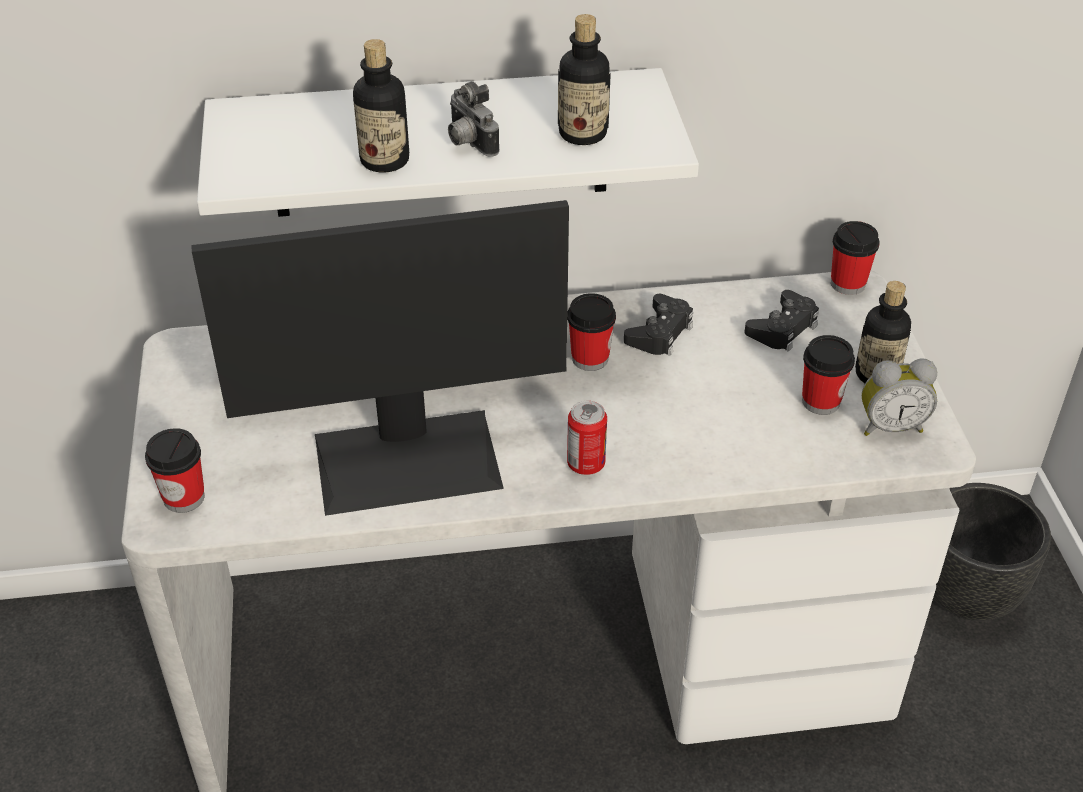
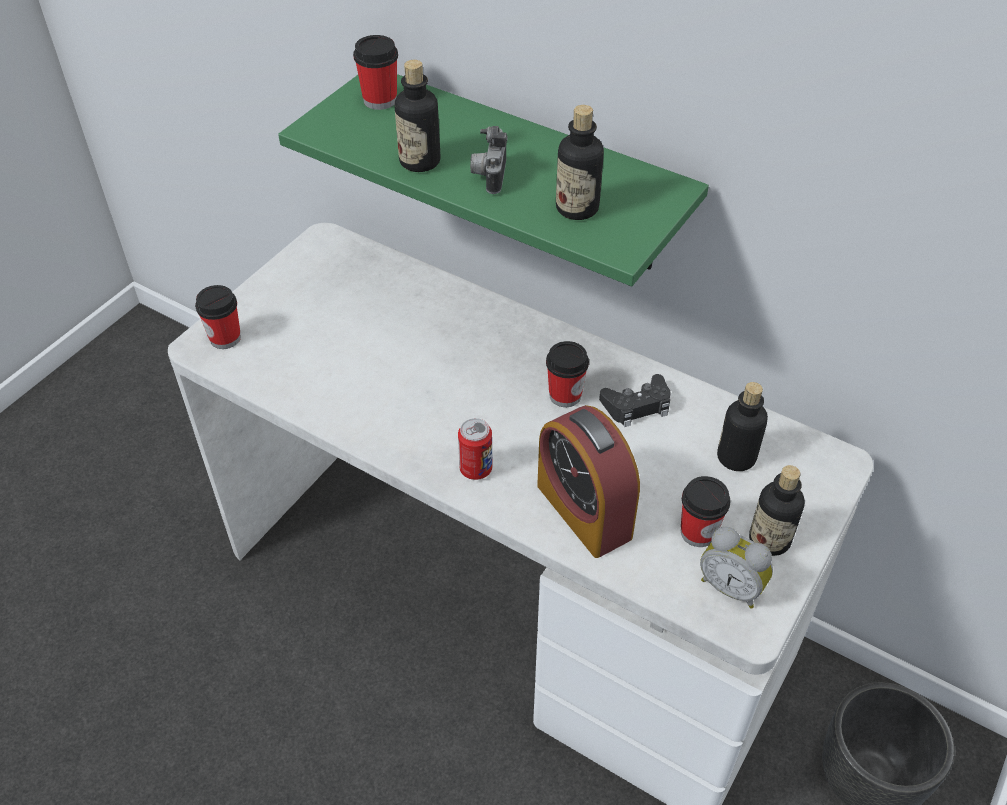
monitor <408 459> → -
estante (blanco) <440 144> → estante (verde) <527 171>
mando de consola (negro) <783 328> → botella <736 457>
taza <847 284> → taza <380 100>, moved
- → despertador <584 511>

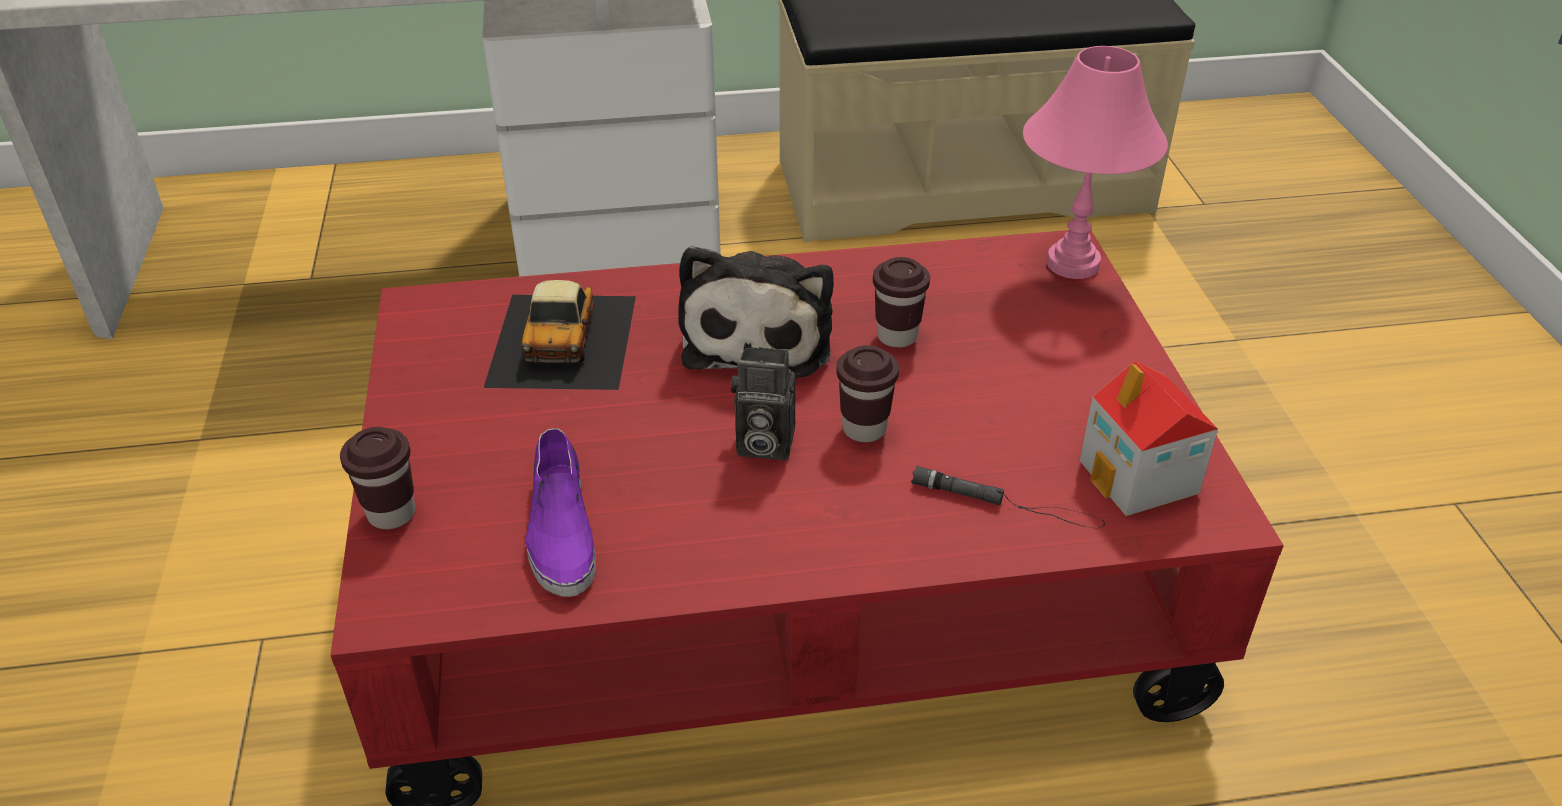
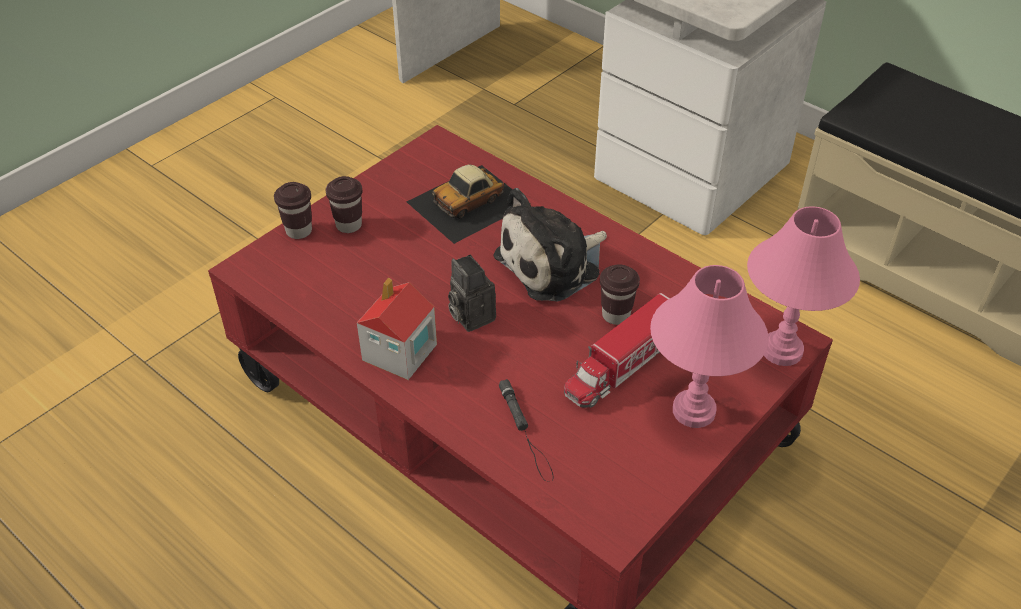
zapato (morado) <560 530> → -
taza (marrón) <864 429> → taza (marrón) <349 225>, moved
casita <1140 478> → casita <399 353>, moved
- → camión de juguete <623 364>
- → lámpara de mesa (rosa) <693 410>

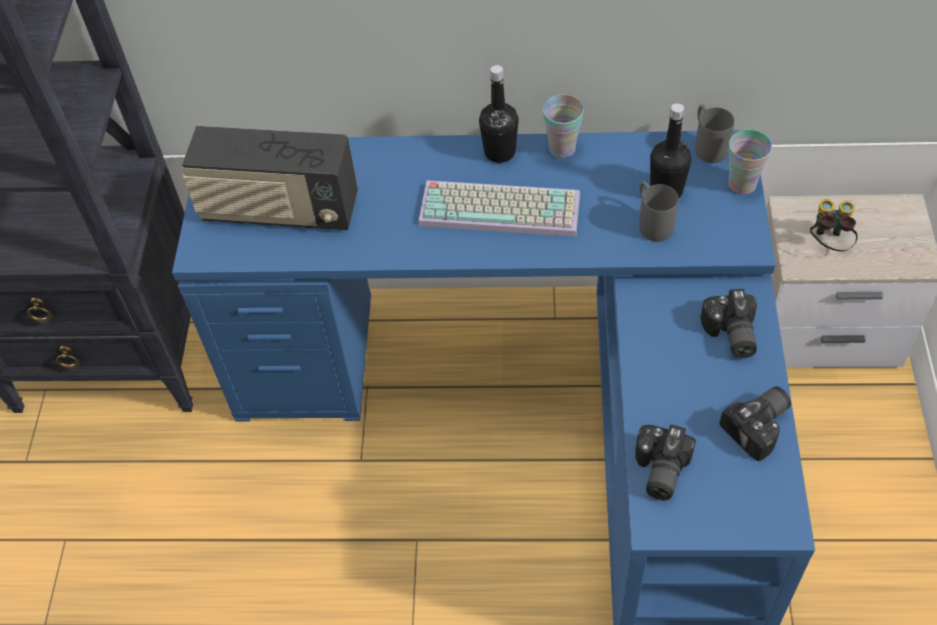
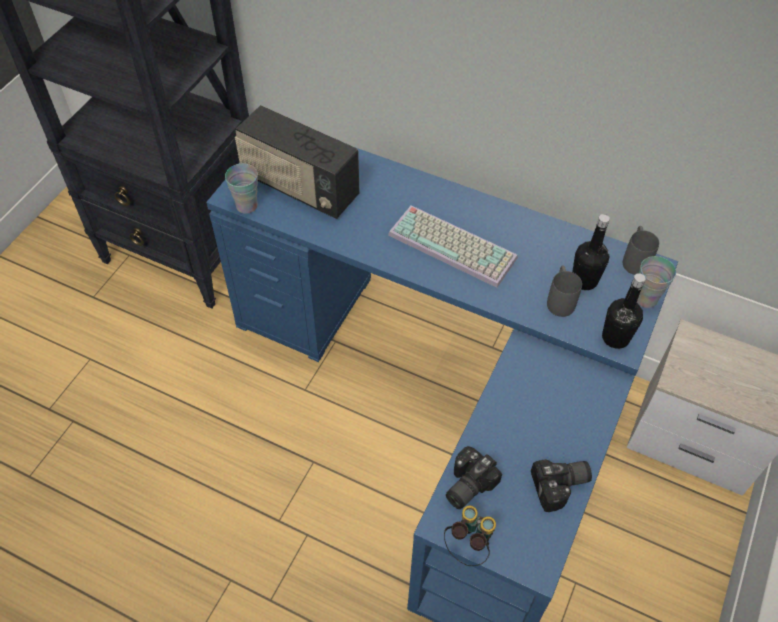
botella (negro) <499 152> → botella (negro) <615 337>, moved
taza <562 148> → taza <247 206>, moved
cámara <729 335> → -
prismáticos <828 243> → prismáticos <468 546>, moved

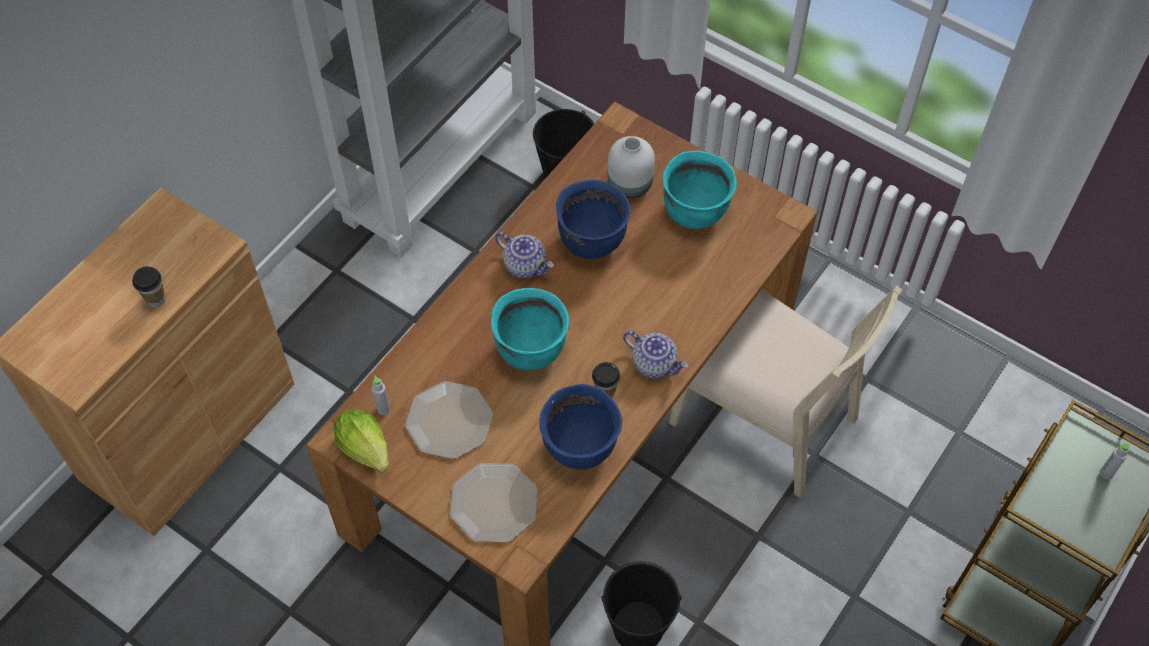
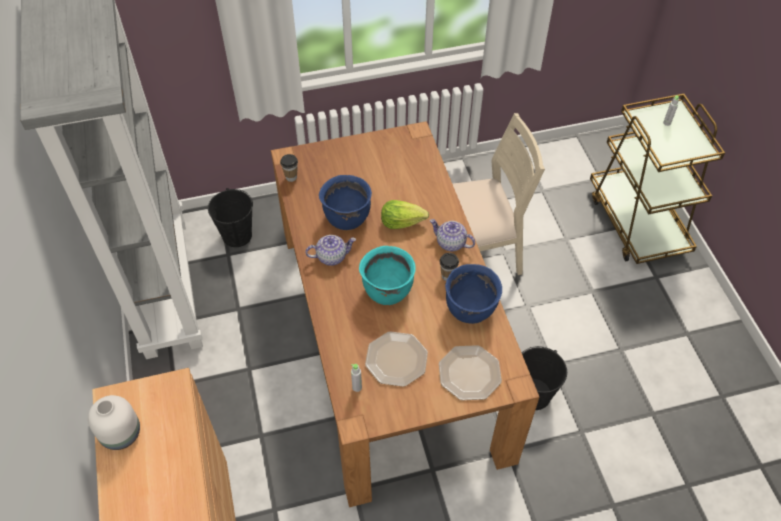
taza <156 299> → taza <291 177>, moved
lechuga <365 448> → lechuga <402 221>, moved
florero (blanco) <630 183> → florero (blanco) <121 432>, moved
tetera <655 363> → tetera <450 243>, 135 degrees counterclockwise
olla (turquesa) <695 211> → -

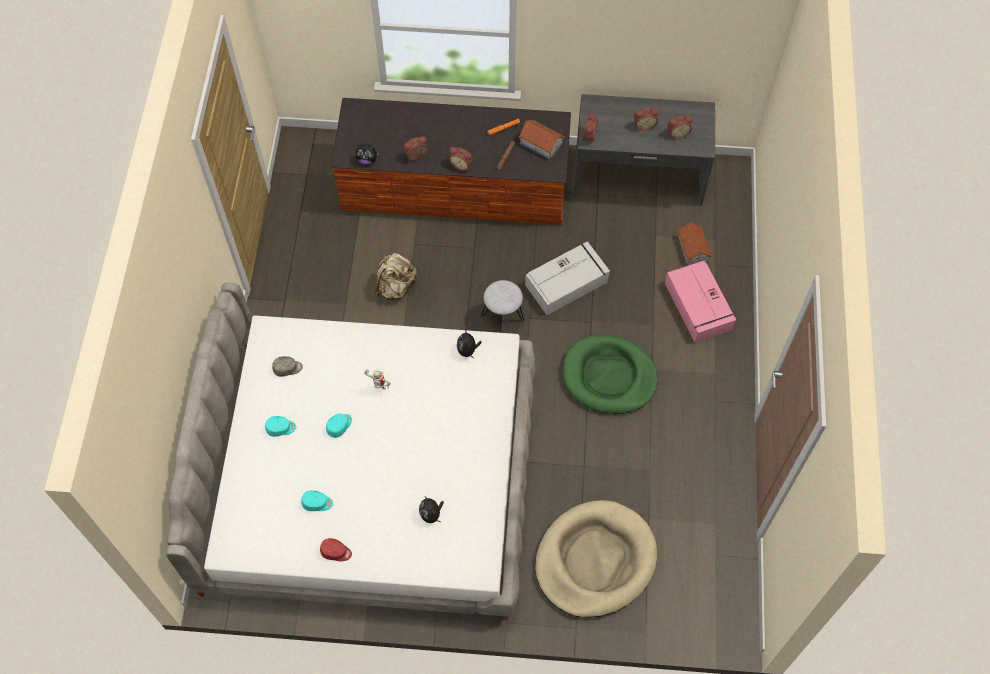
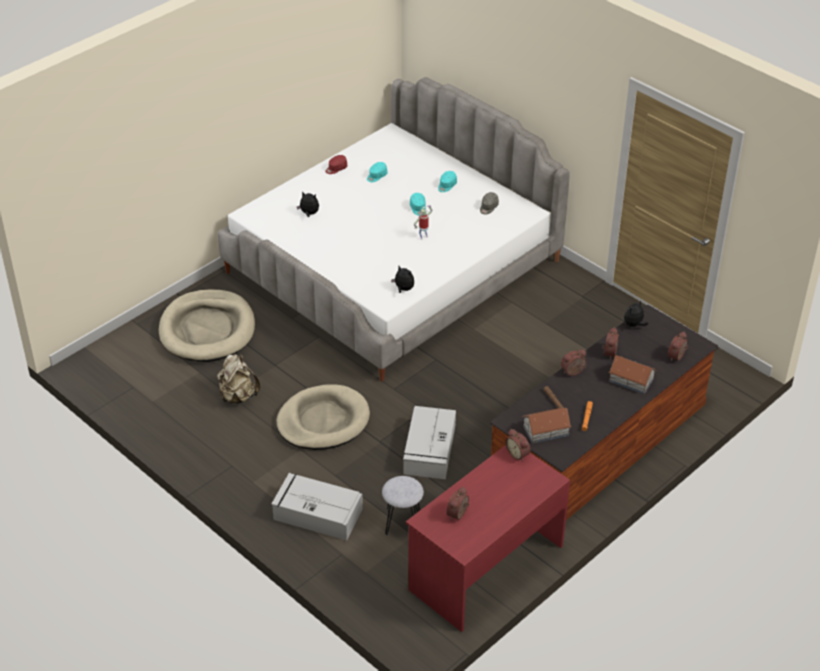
mochila (beis) <395 287> → mochila (beis) <238 396>, moved
taburete (gris) <502 319> → taburete (gris) <402 522>, moved
cama para perro (verde) <609 377> → cama para perro (beis) <323 421>
escritorio (gris) <638 177> → escritorio (rojo) <485 566>
despertador <644 124> → despertador <677 357>, moved
caja de almacenaje (rosa) <698 307> → caja de almacenaje (gris) <316 513>
casita <692 250> → casita <630 380>, moved

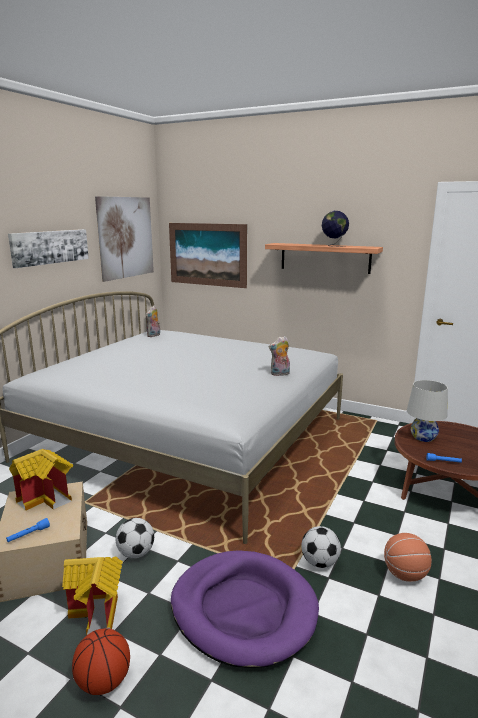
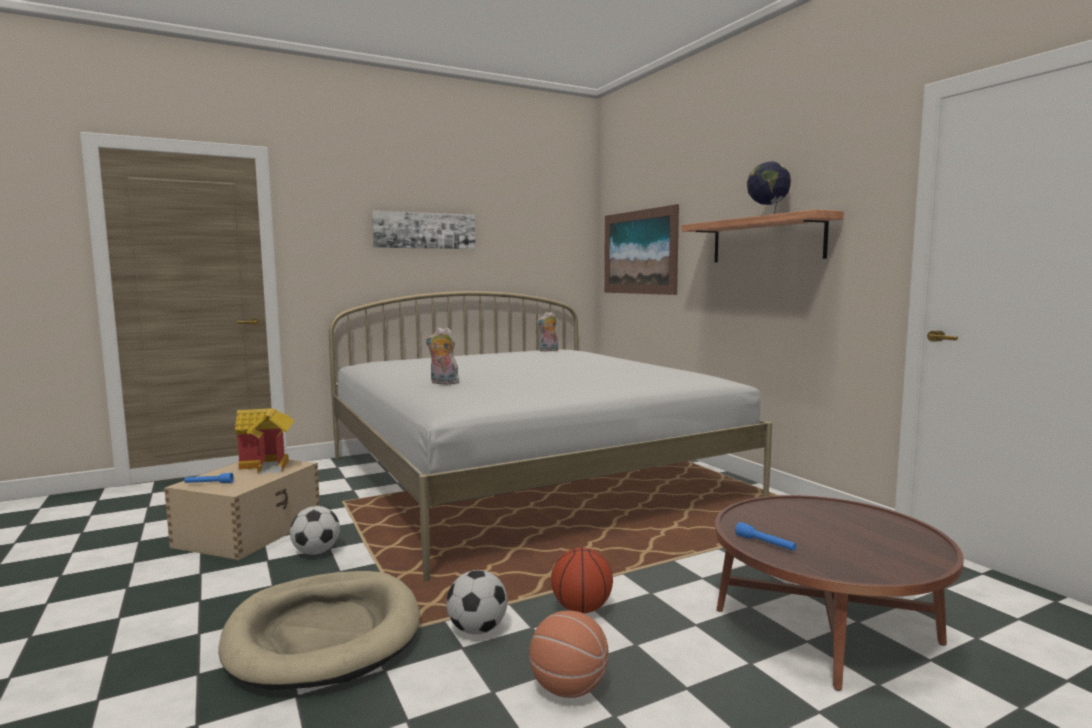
casita <99 612> → -
balón de baloncesto <104 681> → balón de baloncesto <582 609>, moved
cuadro <125 237> → -
cama para perro (morado) <243 609> → cama para perro (beis) <324 634>
peluche <280 374> → peluche <443 383>, moved
lámpara de mesa (blanco) <423 437> → -

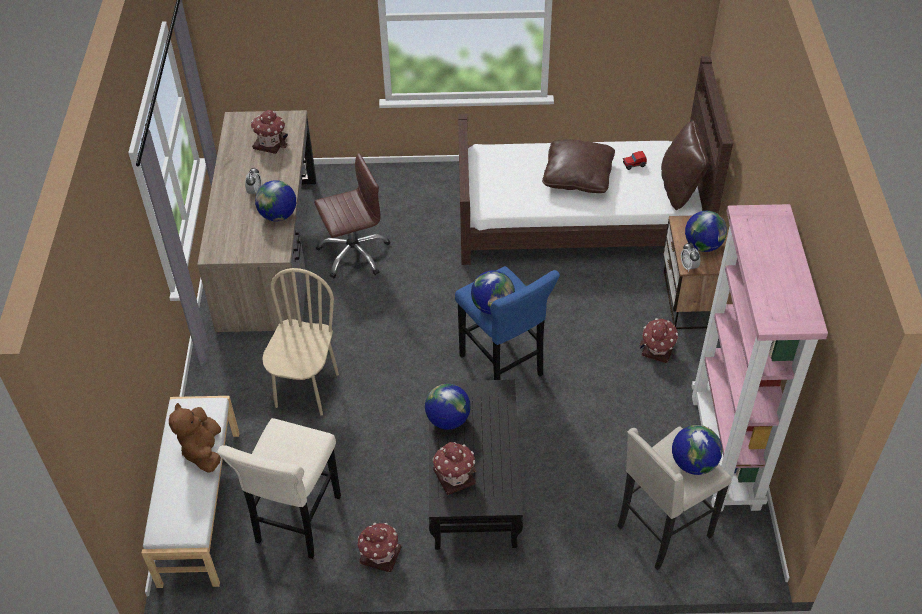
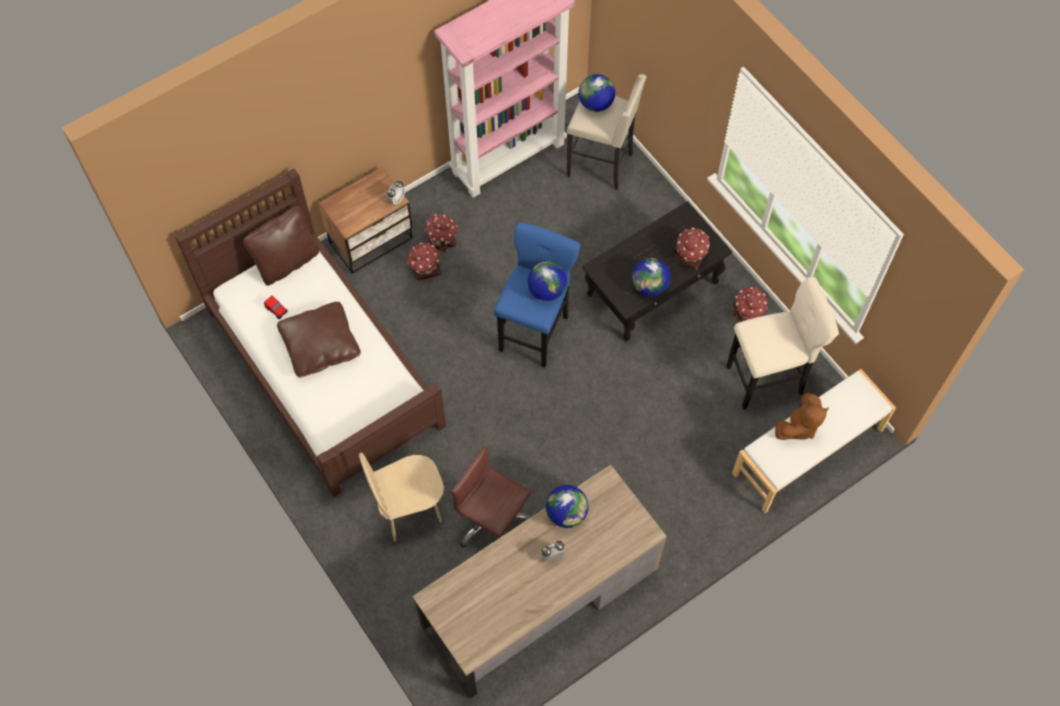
casita <270 142> → casita <425 268>, moved
silla (beis) <306 390> → silla (beis) <409 510>, moved
globo terráqueo <703 245> → -

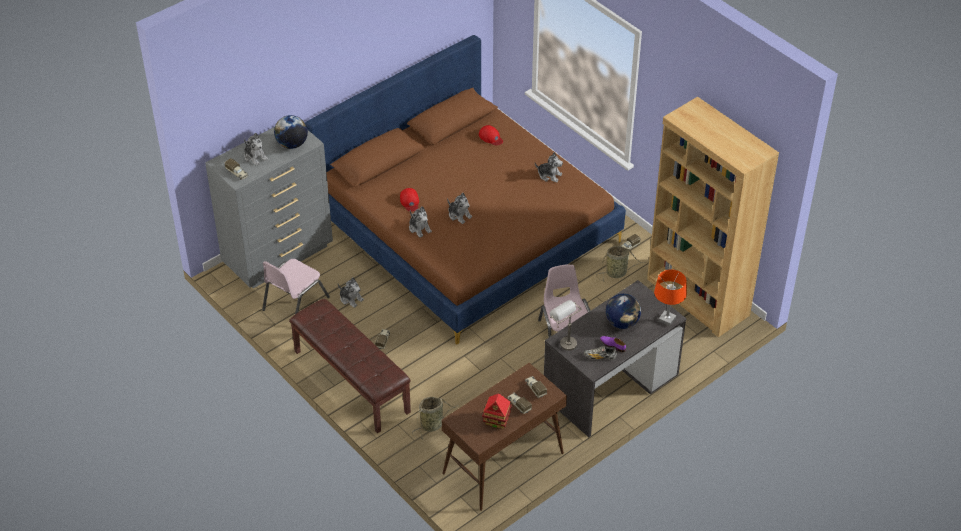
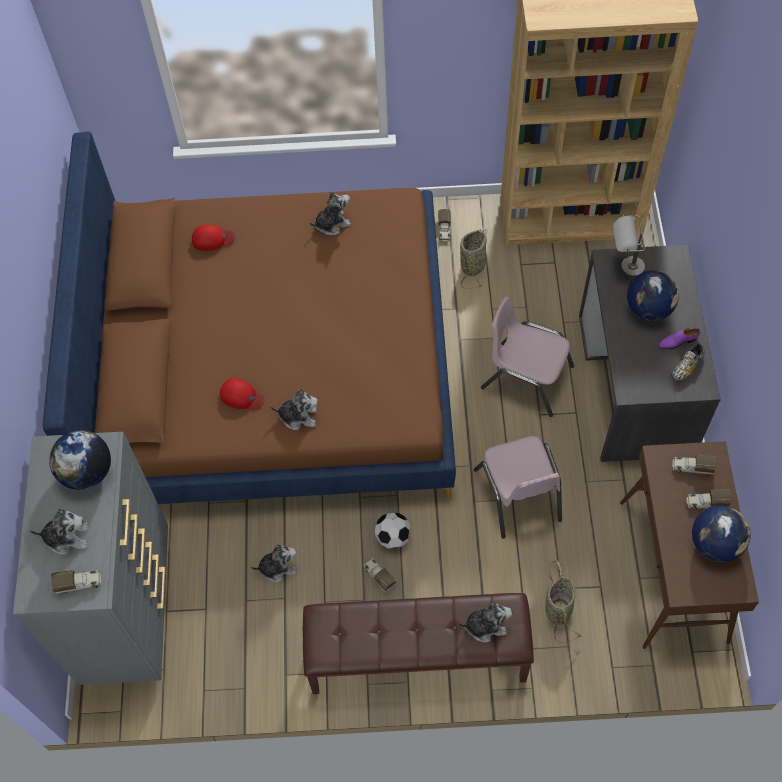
silla (rosa) <295 303> → silla (rosa) <518 495>, moved
peluche <459 215> → peluche <485 625>, moved
casita <496 420> → globo terráqueo <715 544>
lámpara de mesa (gris) <564 341> → lámpara de mesa (gris) <624 268>, moved
lámpara de mesa (naranja) <667 320> → -
- → balón de fútbol <393 537>

